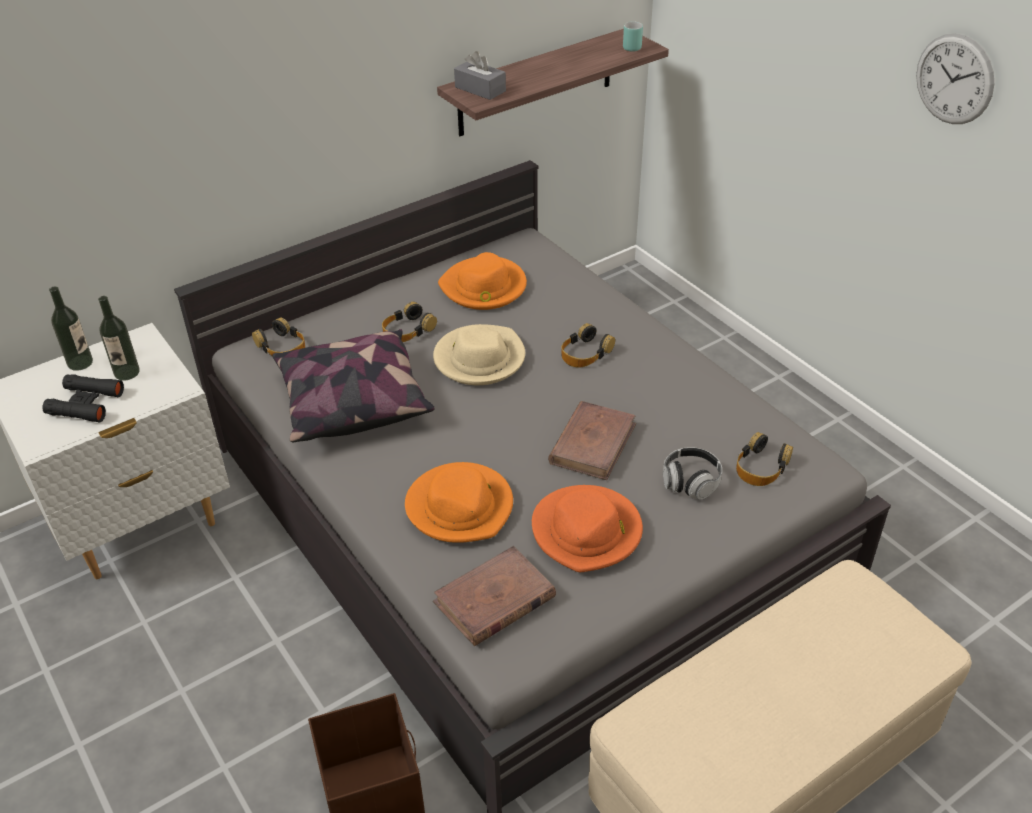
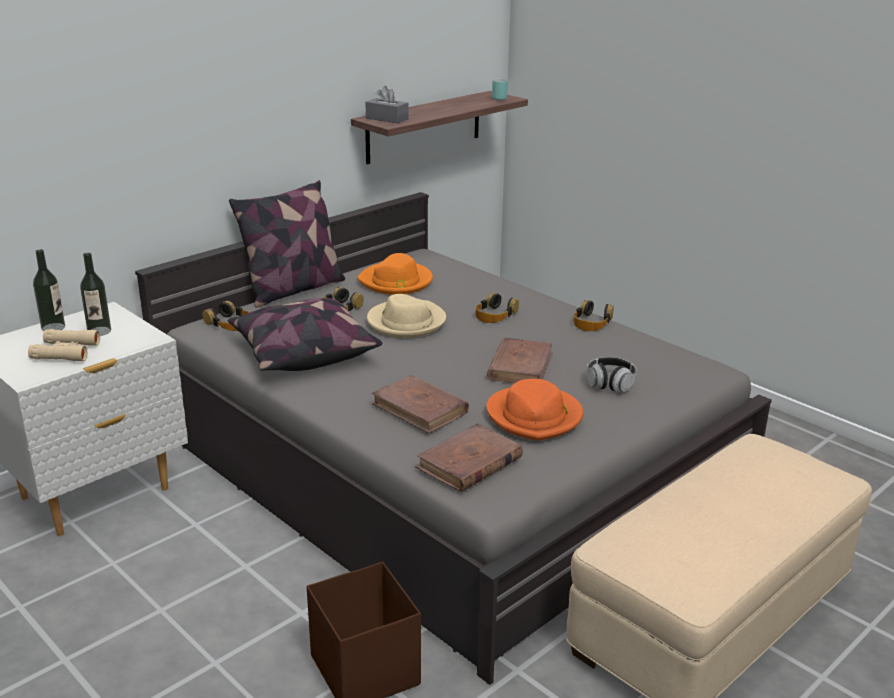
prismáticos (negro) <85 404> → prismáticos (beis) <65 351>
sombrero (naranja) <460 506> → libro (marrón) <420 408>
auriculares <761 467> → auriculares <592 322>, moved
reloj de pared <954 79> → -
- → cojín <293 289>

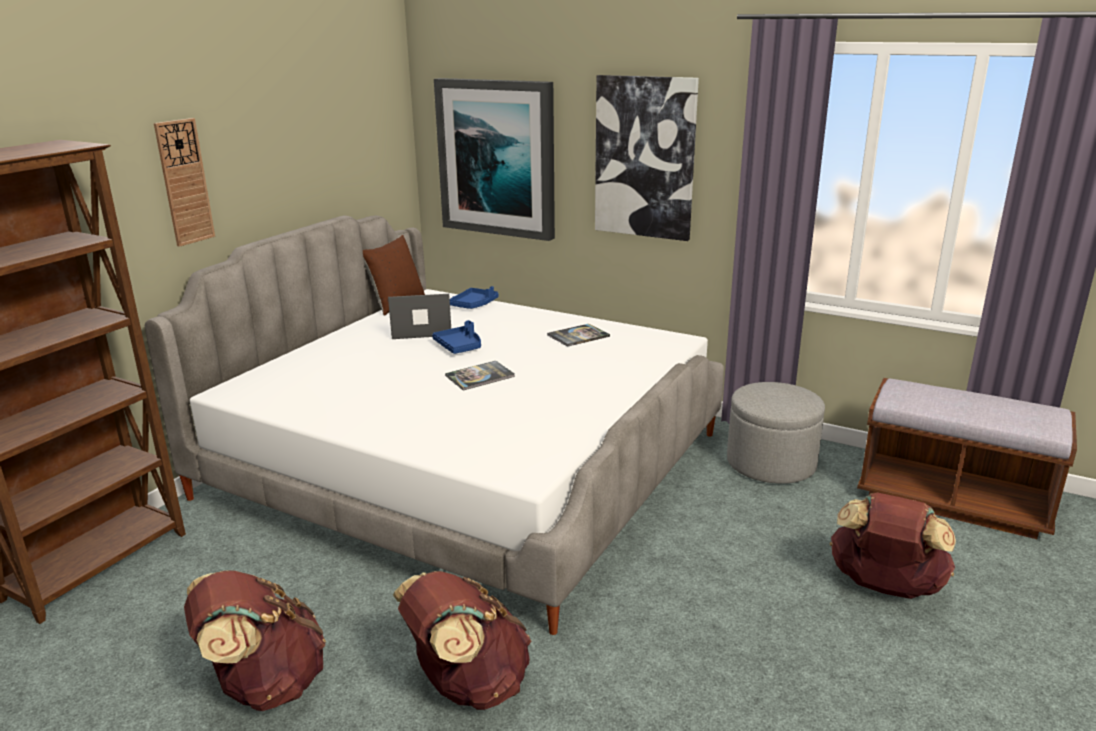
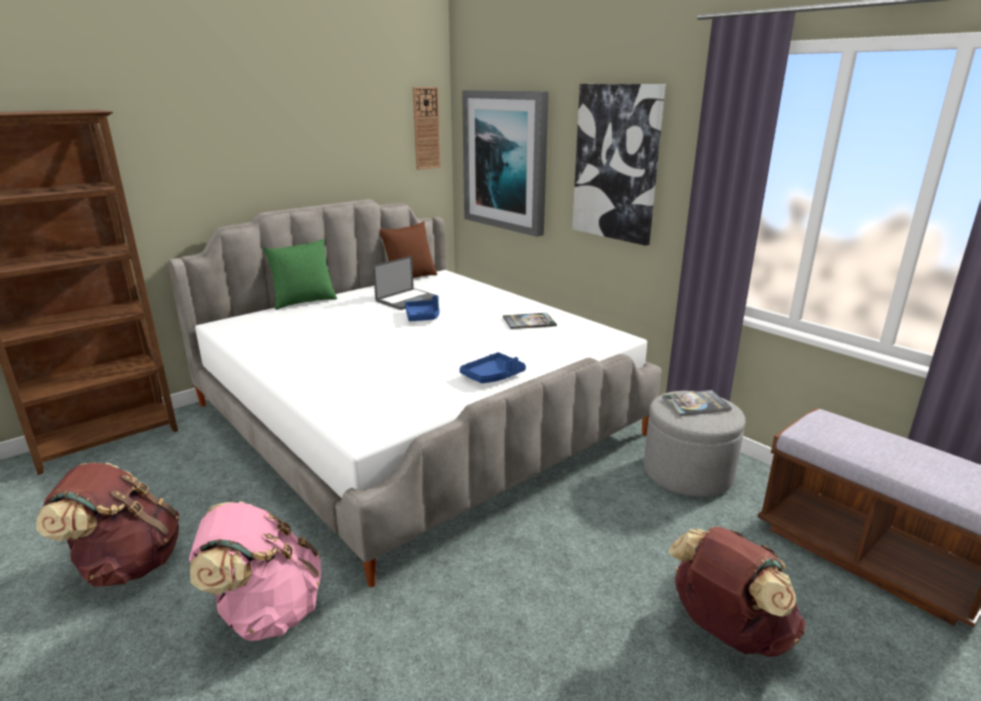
reloj de pared <184 182> → reloj de pared <426 128>, moved
portátil <421 329> → portátil <407 299>, 120 degrees clockwise
mochila (marrón) <467 684> → mochila (rosa) <266 612>
libro <480 376> → libro <696 404>, moved
bandeja (azul) <474 305> → bandeja (azul) <493 376>, moved
- → cojín (verde) <304 301>

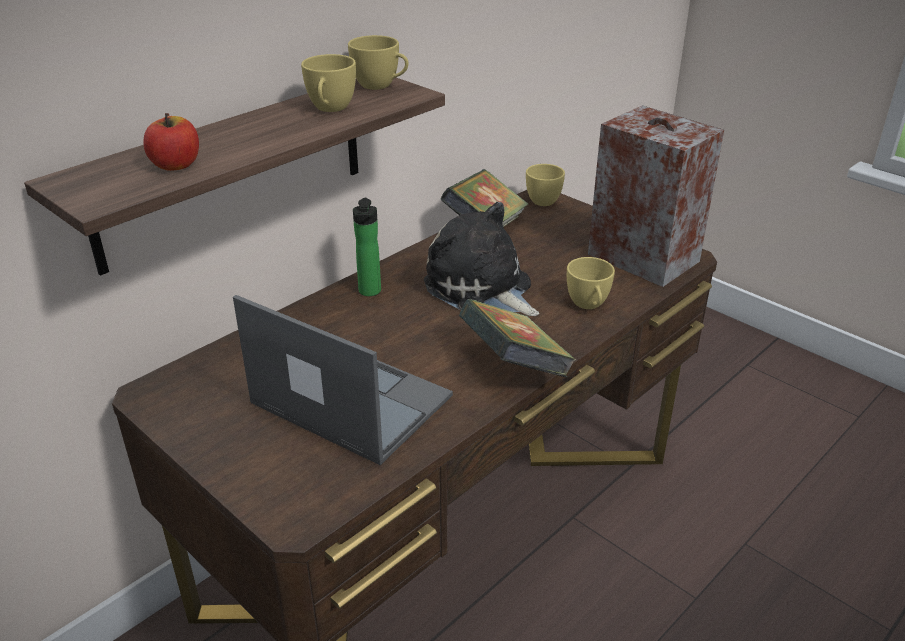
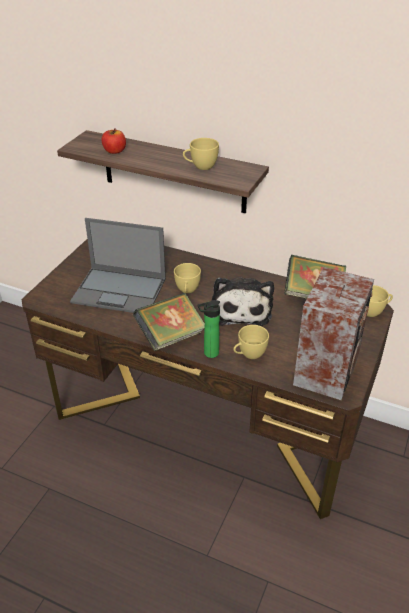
portátil <349 399> → portátil <120 290>, 90 degrees clockwise
taza (amarillo) <381 86> → taza (amarillo) <187 291>, moved
botella <369 292> → botella <209 353>, moved
peluche <481 289> → peluche <241 309>, 150 degrees clockwise

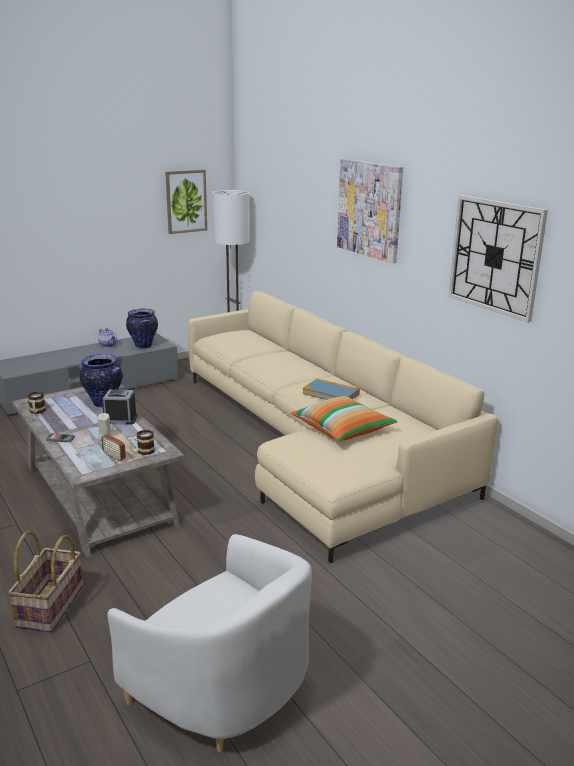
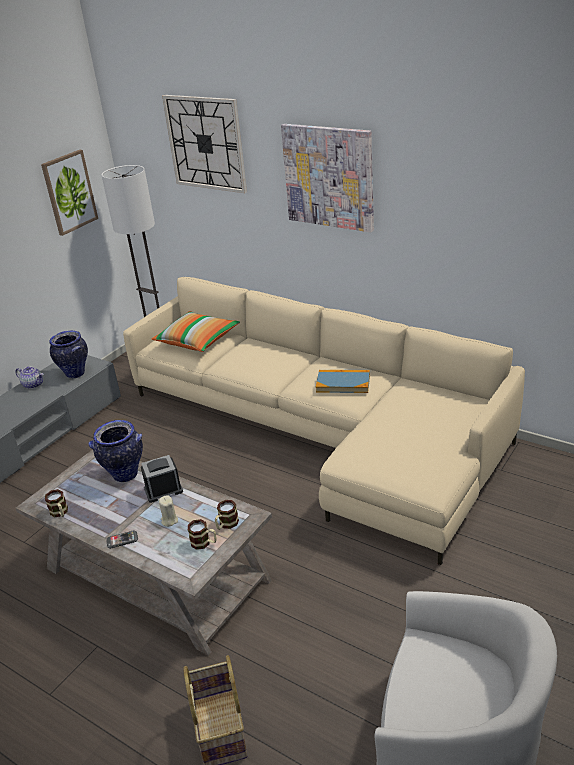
radio <114 457> → taza grande <204 543>
cojín <342 430> → cojín <197 341>, moved
reloj de pared <495 256> → reloj de pared <205 143>, moved

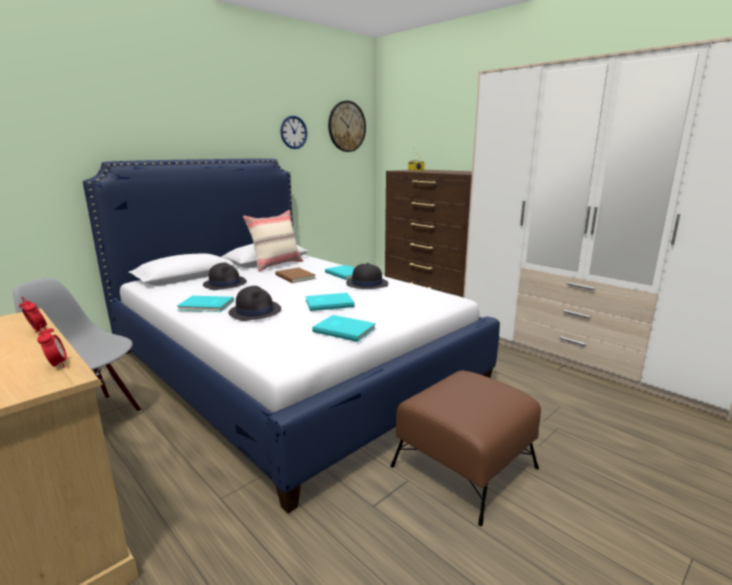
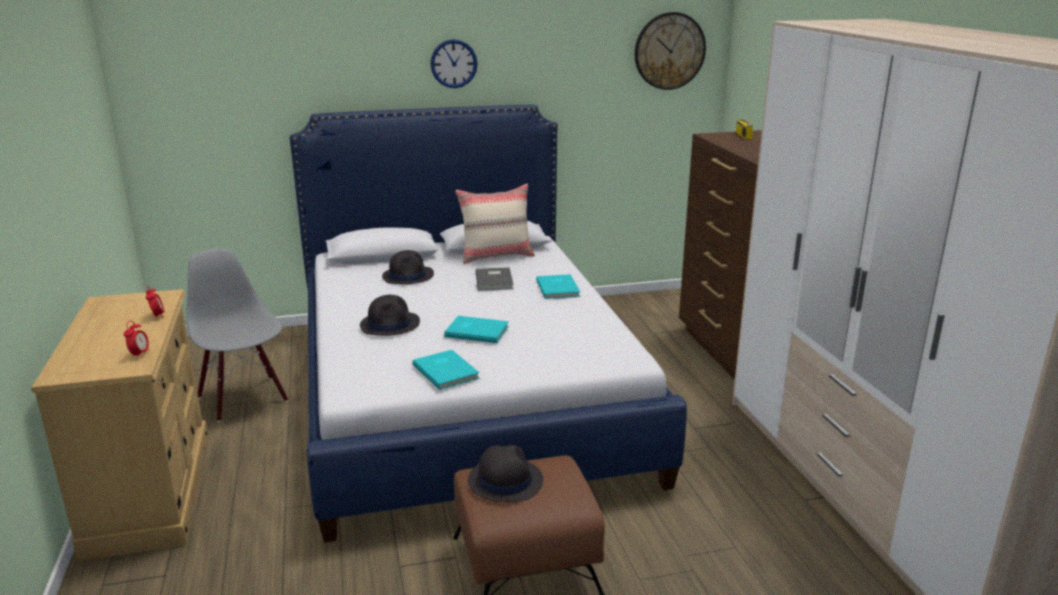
libro (turquesa) <206 306> → -
libro (marrón) <296 276> → libro (gris) <495 280>
reloj de pared <293 132> → reloj de pared <453 63>, moved
sombrero (negro) <366 284> → sombrero (negro) <504 480>, moved

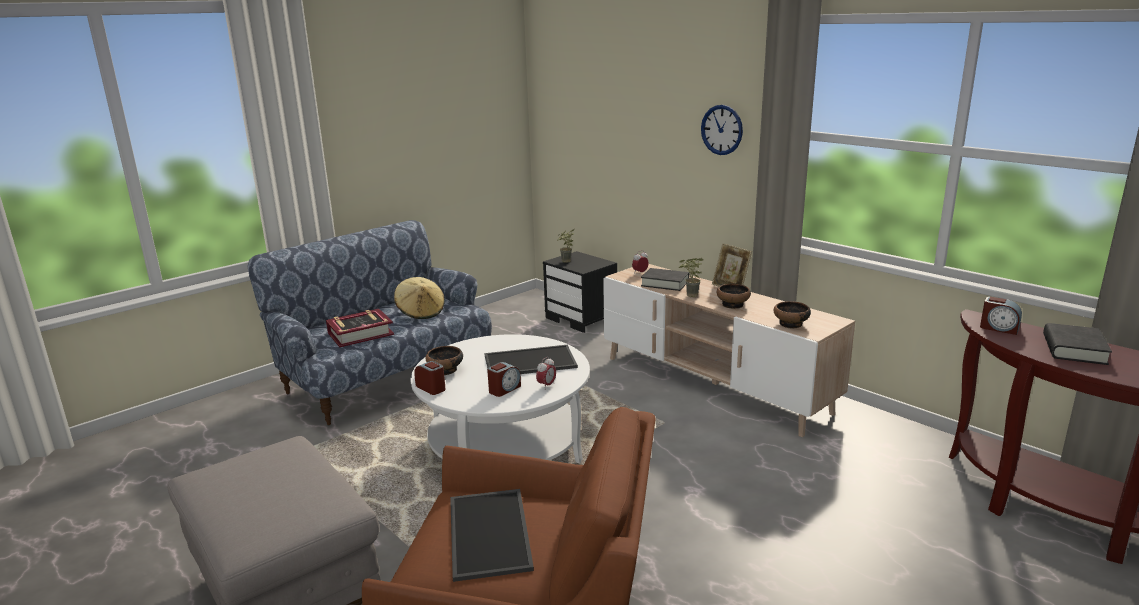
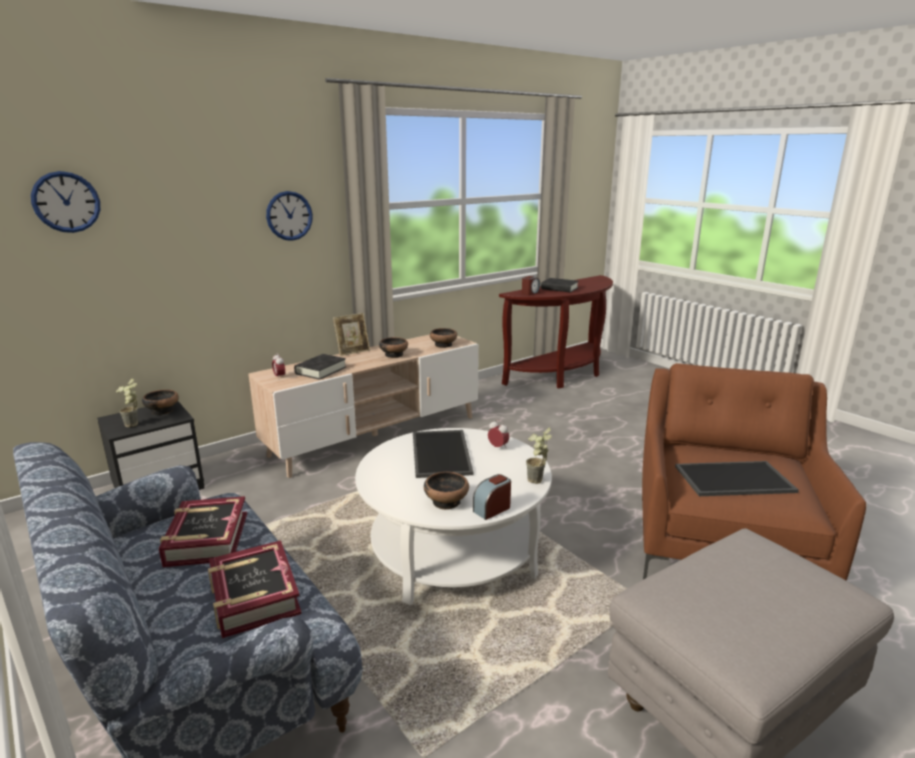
sombrero (beis) <421 312> → libro <206 539>
despertador <504 389> → -
planta en maceta <689 296> → planta en maceta <537 482>, moved
- → reloj de pared <66 202>
- → cuenco <162 410>

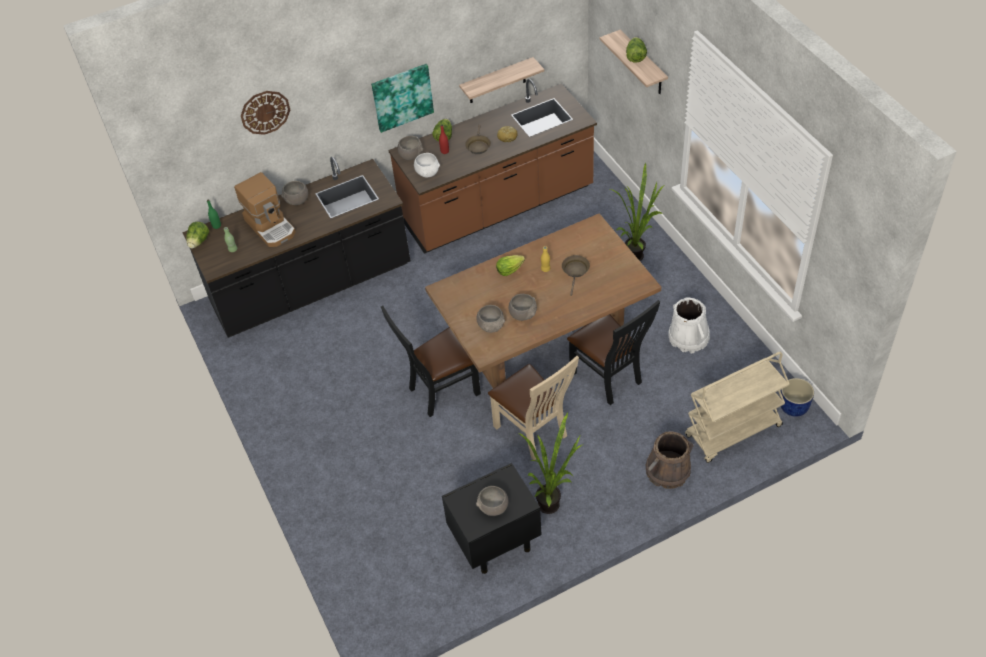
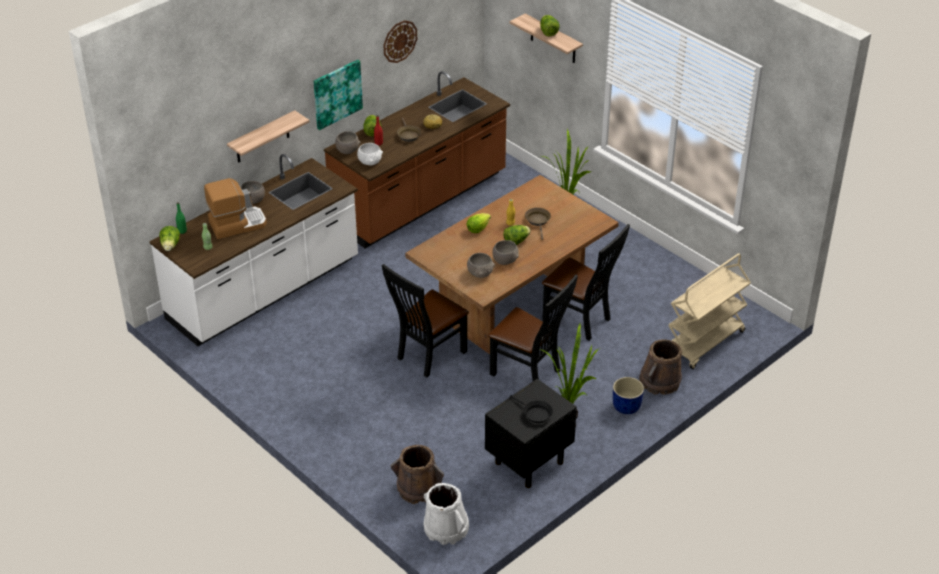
mueble bajo de cocina (negro) <311 286> → mueble bajo de cocina (blanco) <264 291>
cafetera <271 226> → cafetera <237 224>, 60 degrees counterclockwise
reloj de pared <265 112> → reloj de pared <399 41>, moved
estante <497 81> → estante <262 138>, moved
cuenco (gris) <493 507> → sartén (negro) <535 414>
silla (beis) <534 433> → silla (negro) <529 373>
cubo (blanco) <688 337> → cubo (blanco) <446 527>, moved
maceta (azul) <793 407> → maceta (azul) <626 407>, moved
- → cubo (marrón) <418 488>
- → lechuga <516 241>

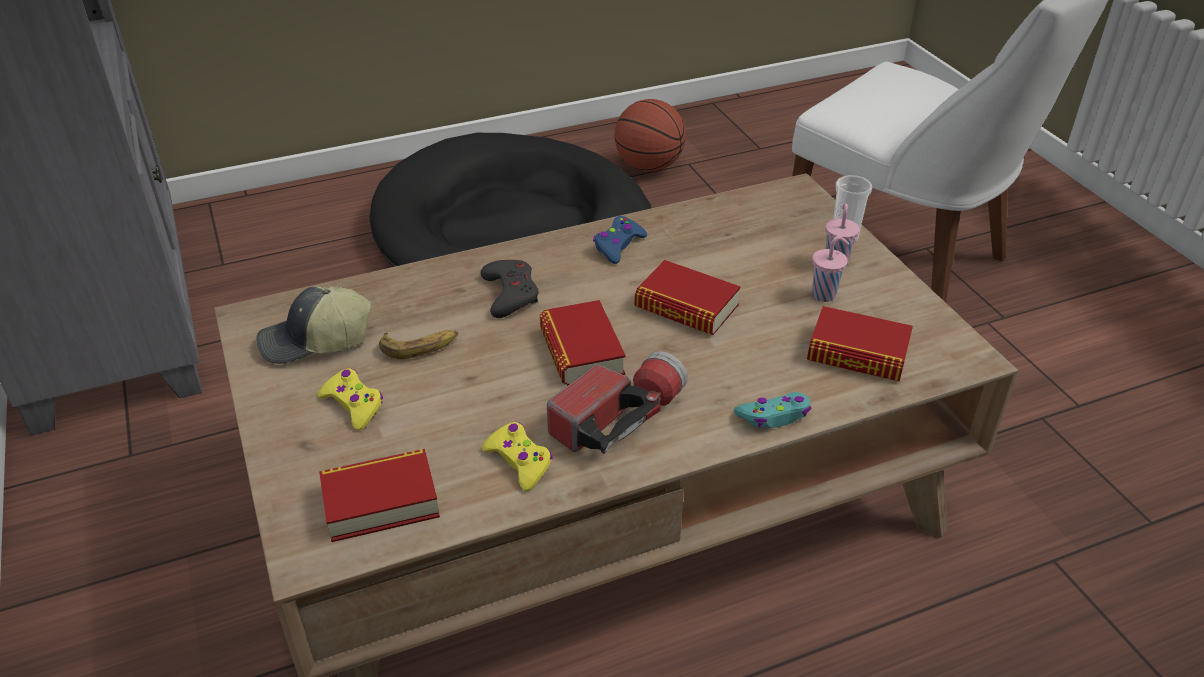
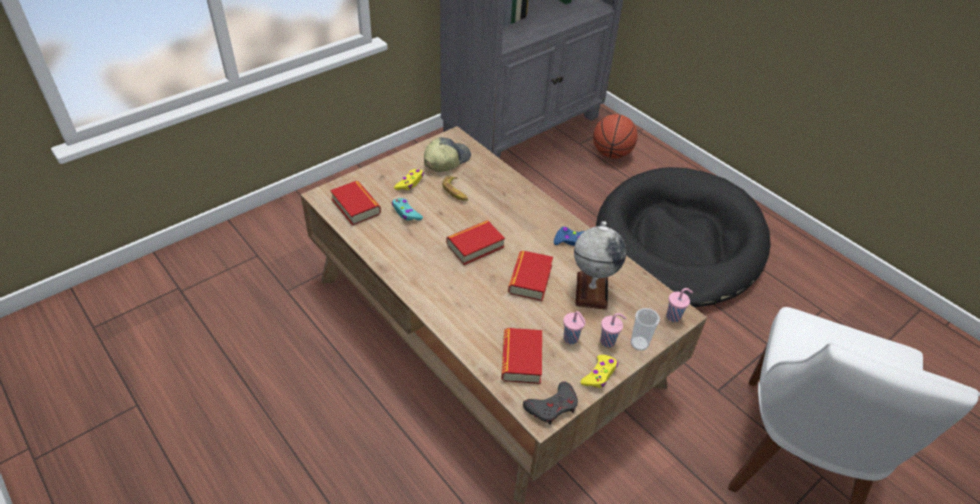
gorra <316 341> → gorra <446 160>, 75 degrees clockwise
mando de consola (gris) <510 293> → mando de consola (gris) <552 406>, moved
mando de consola (amarillo) <519 461> → mando de consola (amarillo) <599 375>, moved
linterna <618 417> → -
balón de baloncesto <648 166> → balón de baloncesto <611 154>, moved
mando de consola (turquesa) <774 416> → mando de consola (turquesa) <406 213>, moved
- → globo terráqueo <591 290>
- → taza (rosa) <674 317>

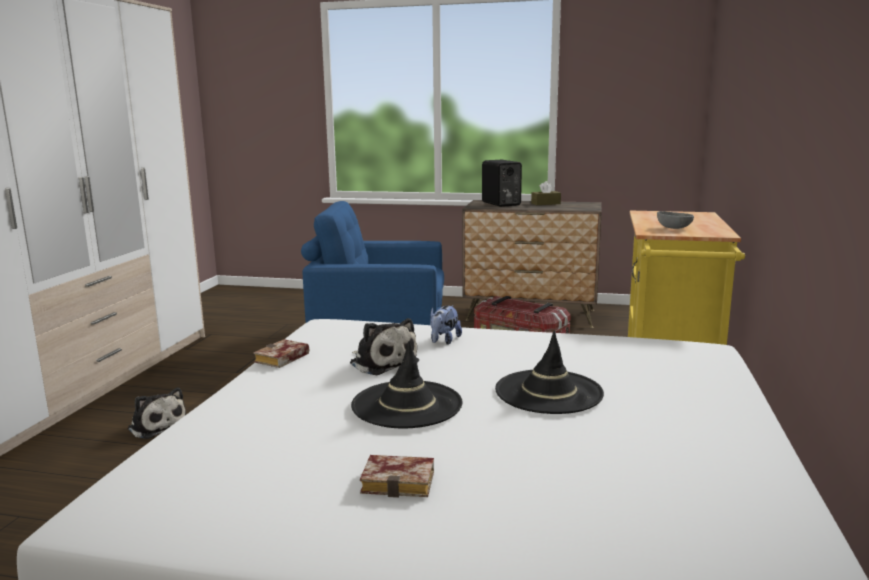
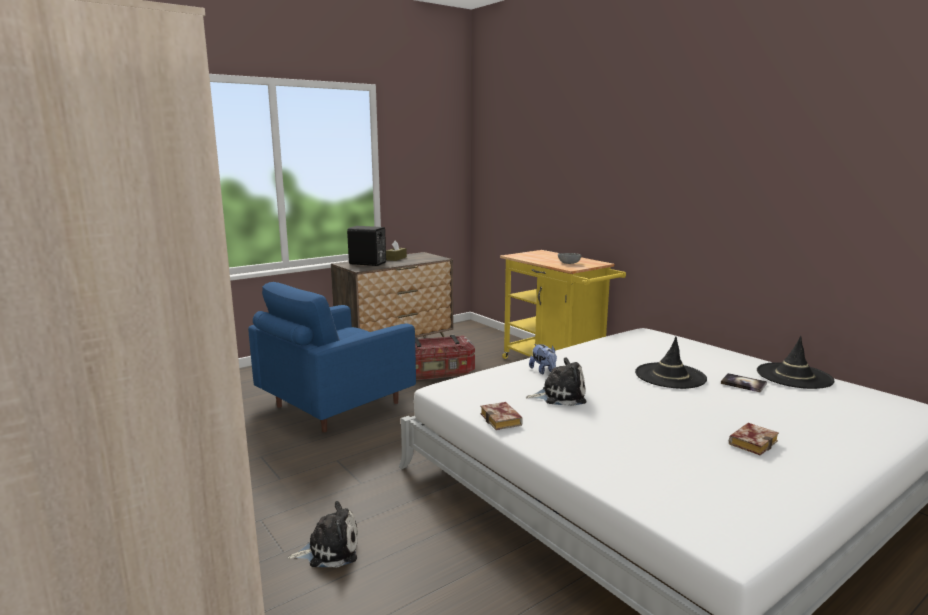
sombrero (negro) <407 404> → sombrero (negro) <794 376>, moved
- → libro <743 384>

